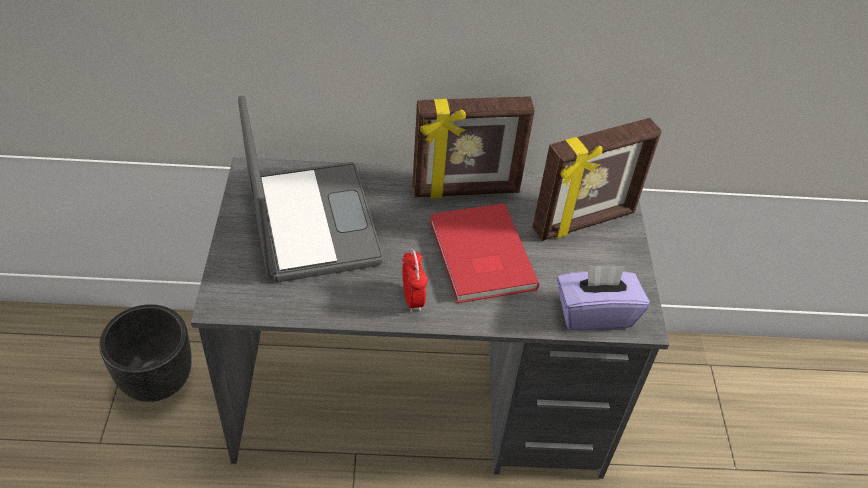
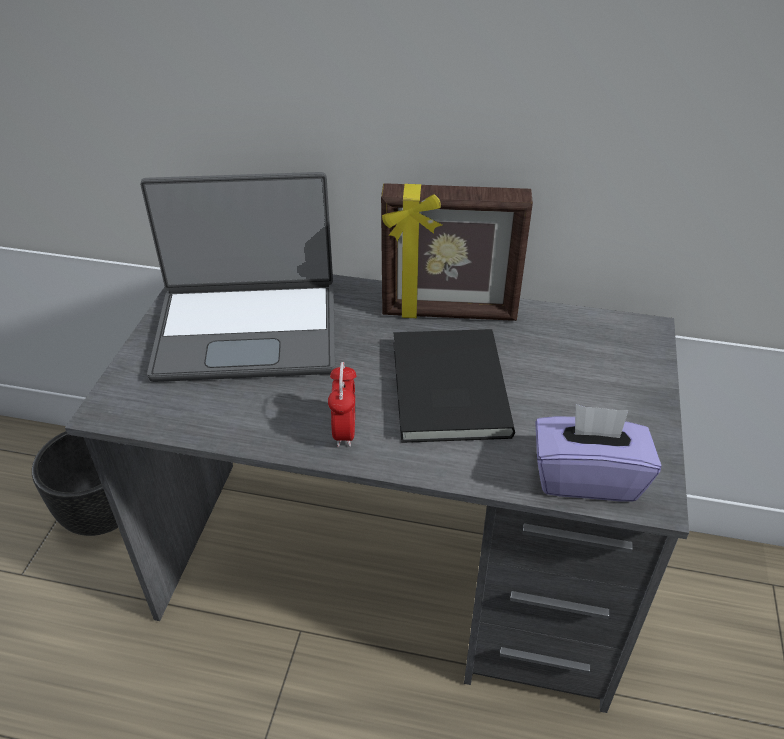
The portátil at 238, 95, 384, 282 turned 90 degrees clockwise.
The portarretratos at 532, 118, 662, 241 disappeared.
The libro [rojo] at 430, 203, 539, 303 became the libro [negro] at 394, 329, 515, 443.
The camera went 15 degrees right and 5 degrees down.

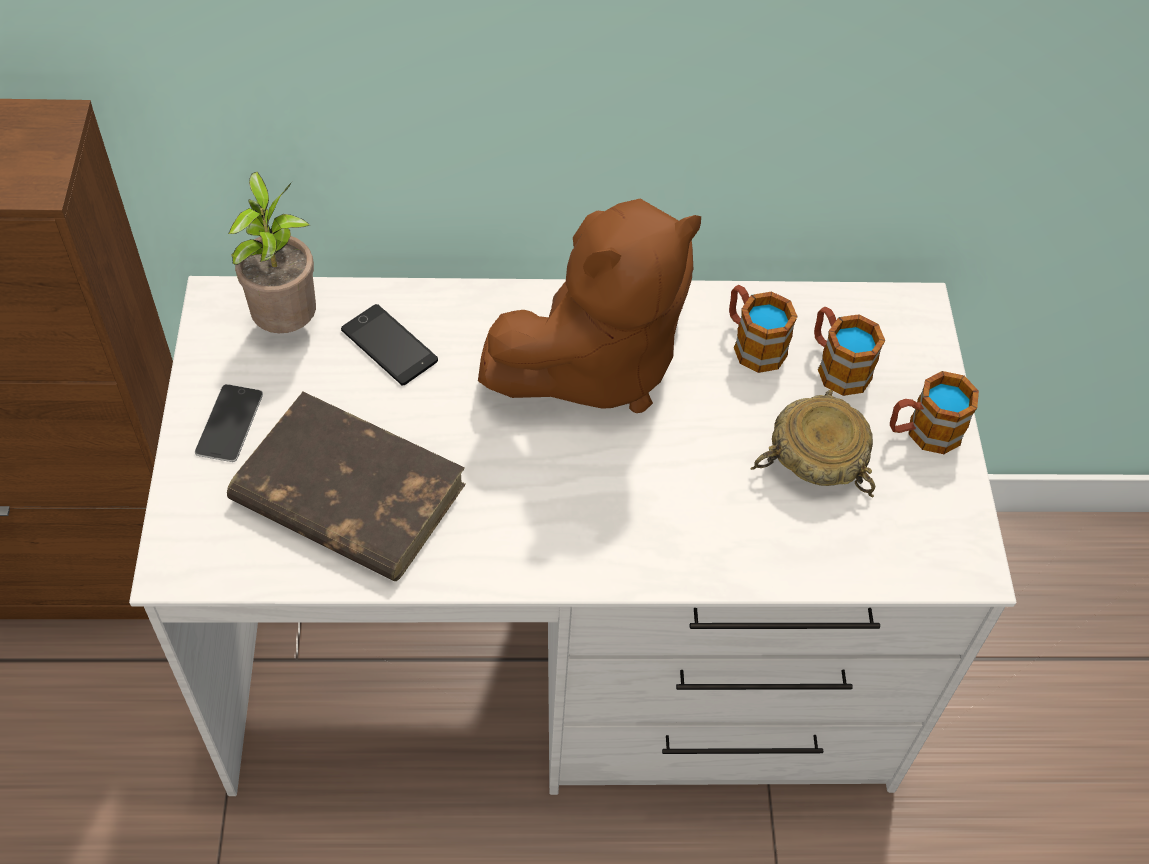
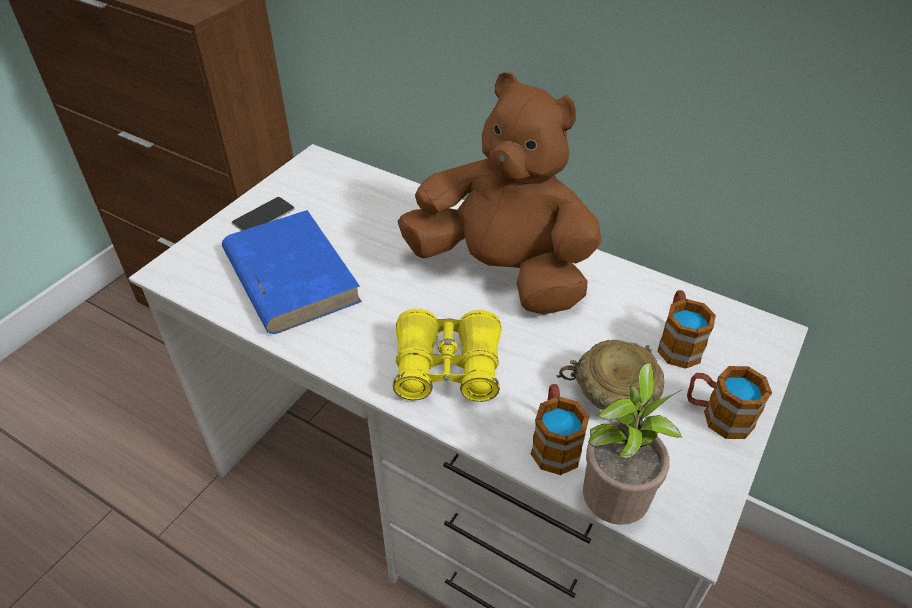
The planta en maceta moved from 228, 172, 316, 333 to 583, 363, 682, 525.
The peluche [marrón] at 478, 199, 701, 413 turned 150 degrees counterclockwise.
The taza grande moved from 729, 285, 798, 373 to 531, 384, 590, 475.
The móvil at 341, 304, 438, 386 disappeared.
The libro [marrón] at 227, 392, 466, 581 became the libro [azul] at 222, 210, 362, 334.
The prismáticos [amarillo] at 393, 309, 502, 402 appeared.
The camera went 35 degrees right and 10 degrees down.

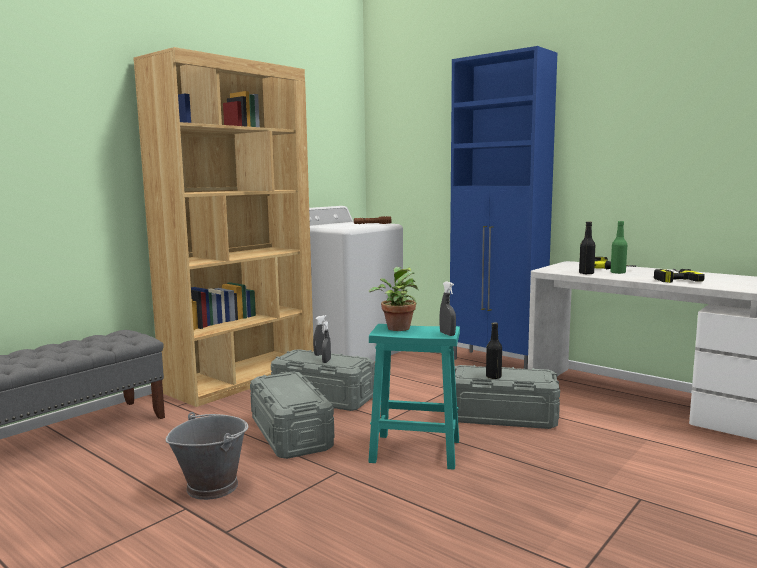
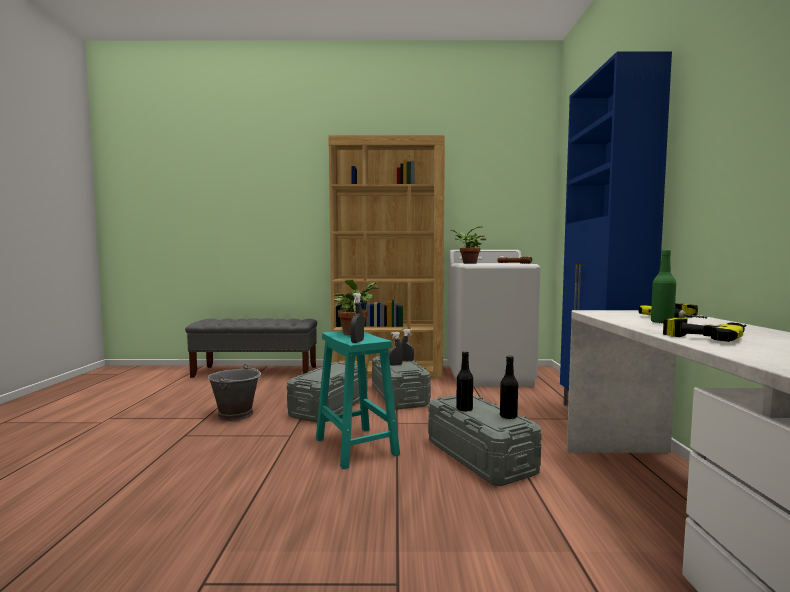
The botella [negro] moved from 579, 221, 596, 274 to 500, 356, 518, 419.
The planta en maceta at 451, 226, 486, 264 appeared.
The camera went 50 degrees right and 5 degrees down.

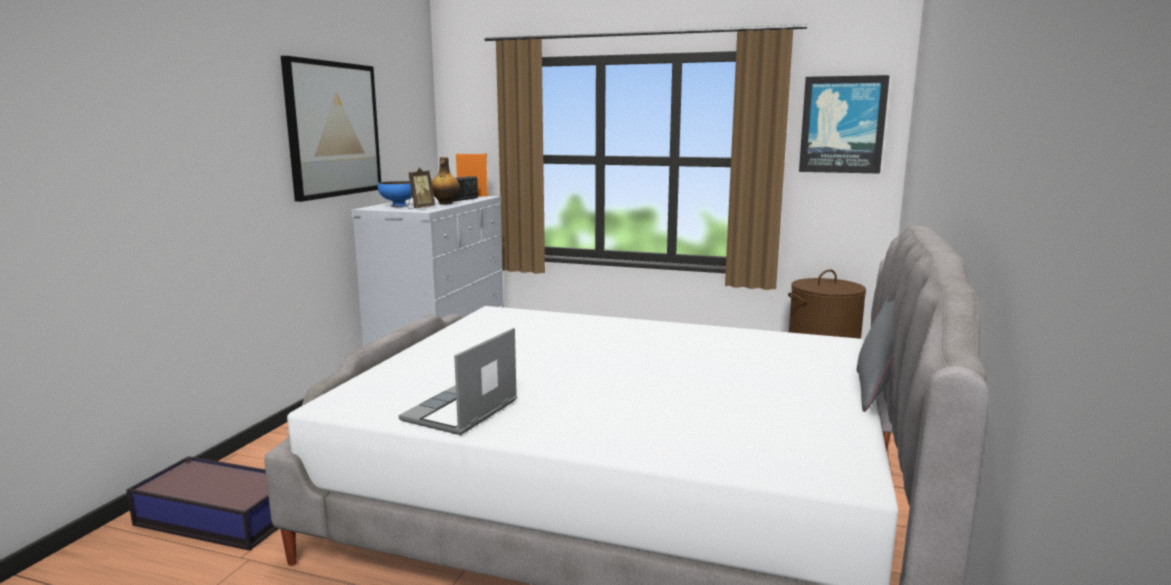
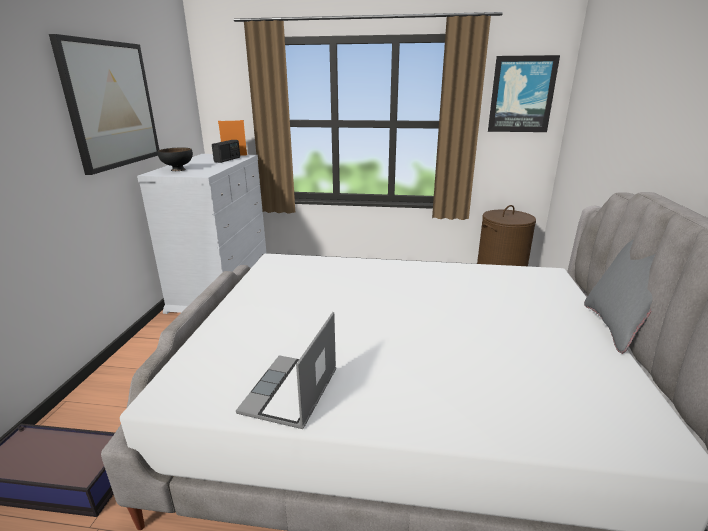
The botella at 432, 157, 460, 205 disappeared.
The portarretratos at 408, 168, 435, 209 disappeared.
The cuenco [azul] at 378, 181, 413, 207 became the cuenco [negro] at 158, 147, 193, 171.
The camera went 10 degrees left and 10 degrees up.

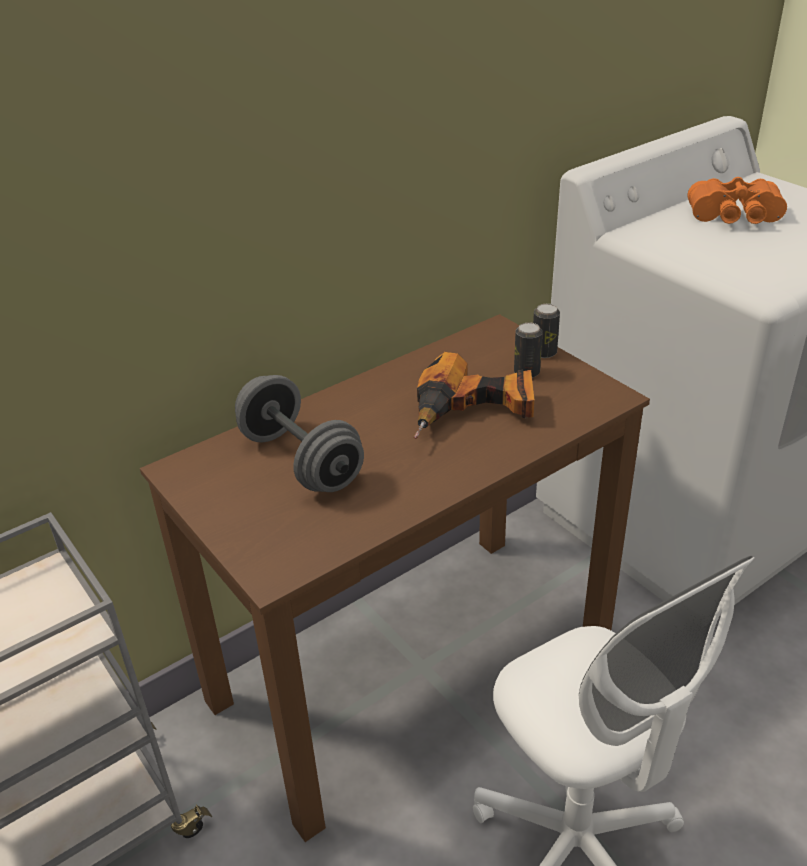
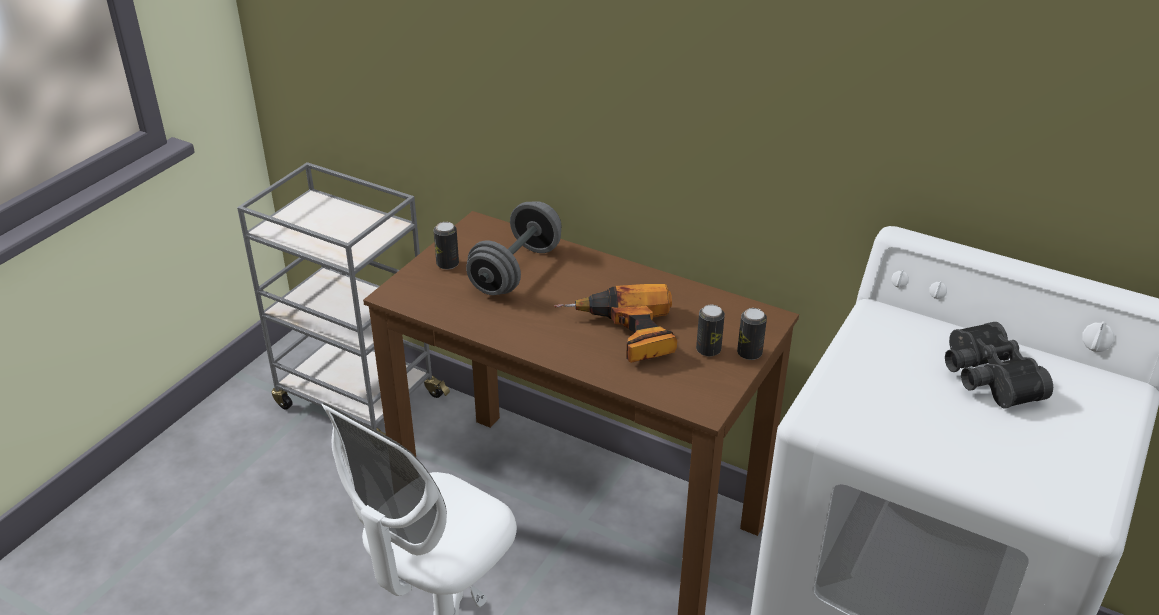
The prismáticos [naranja] at 688, 177, 787, 224 became the prismáticos [negro] at 945, 322, 1053, 408.
The lata at 433, 222, 459, 270 appeared.
The camera went 65 degrees right and 0 degrees up.

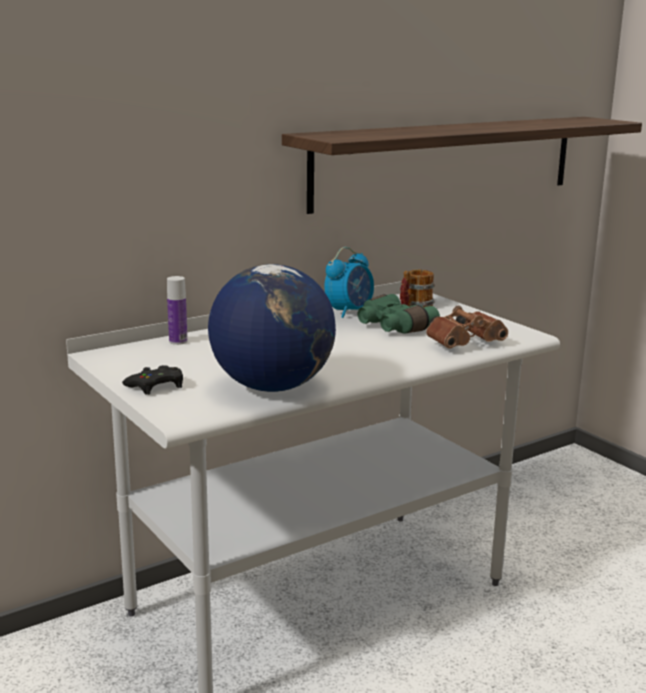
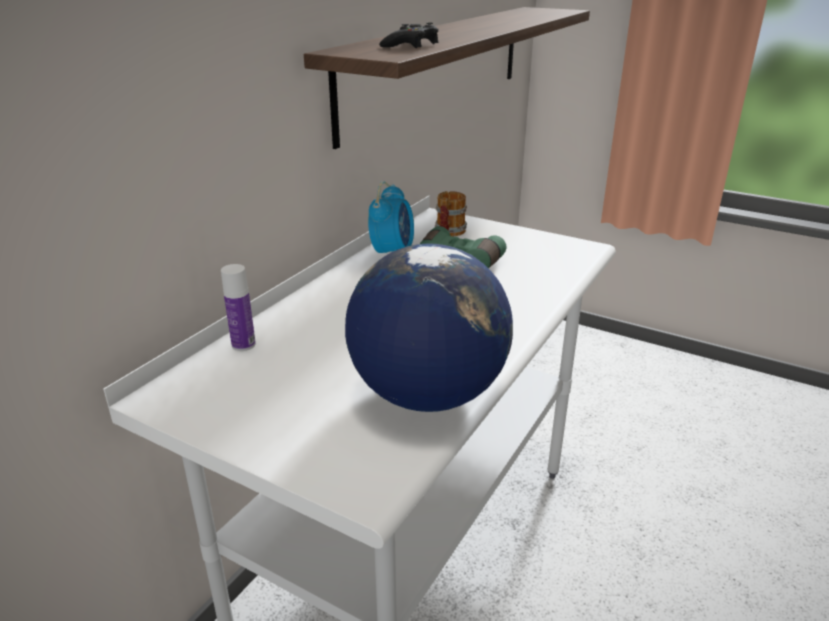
The prismáticos [marrón] at 426, 306, 508, 349 disappeared.
The mando de consola [negro] moved from 122, 365, 183, 395 to 379, 22, 438, 48.
The camera went 25 degrees left and 10 degrees up.

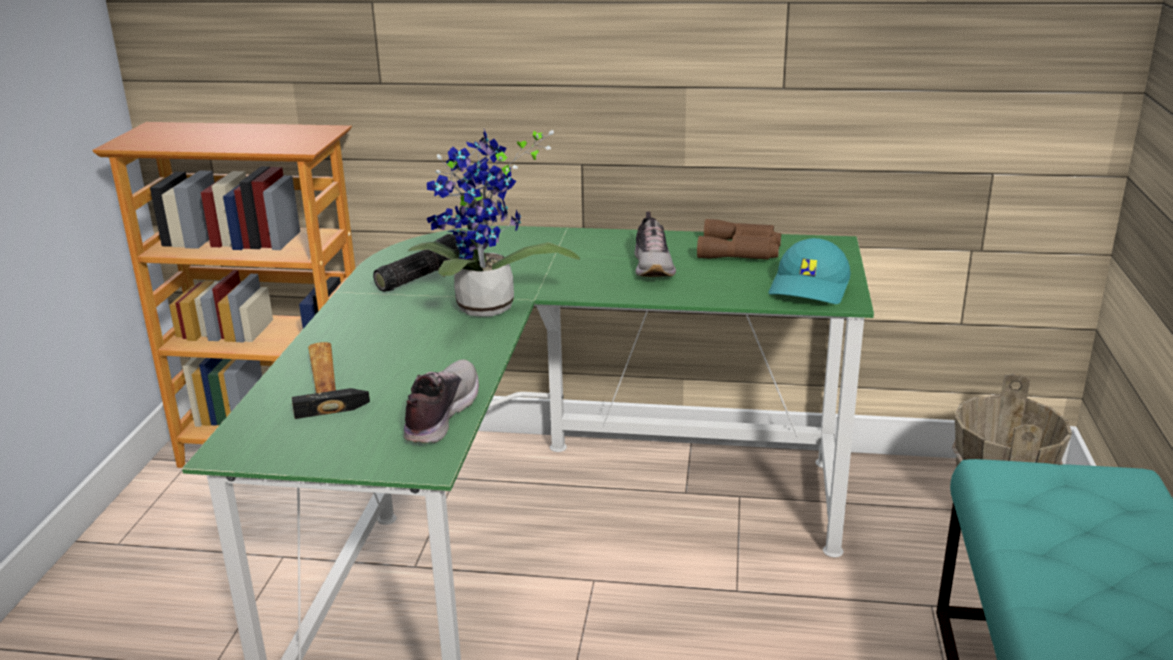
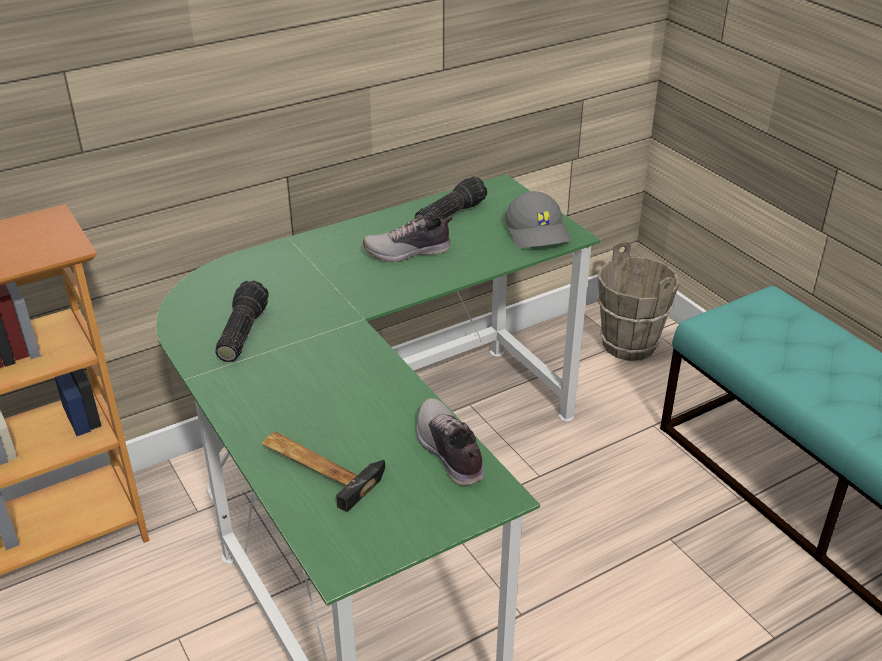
The planta en maceta at 408, 130, 580, 317 disappeared.
The zapato at 634, 211, 676, 277 turned 120 degrees clockwise.
The prismáticos [marrón] at 697, 219, 781, 260 was replaced by the linterna at 415, 176, 487, 220.
The gorra [turquesa] at 768, 238, 851, 304 became the gorra [gris] at 505, 191, 571, 248.
The camera went 40 degrees left and 10 degrees up.

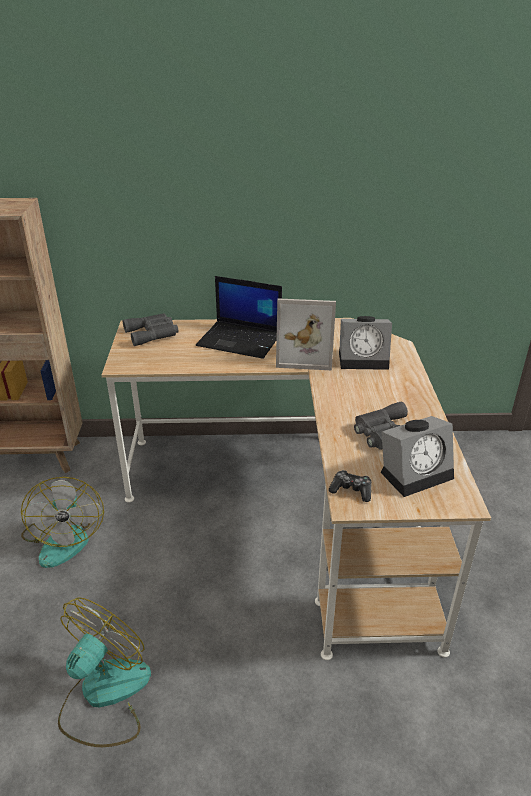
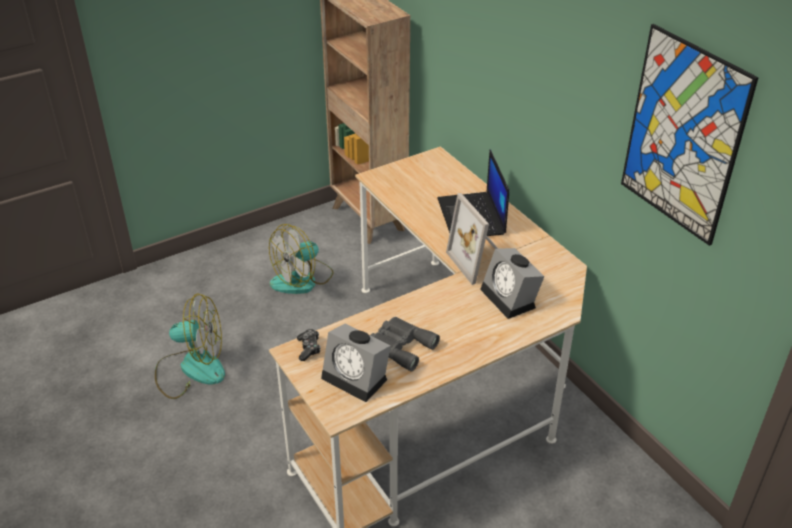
The prismáticos [gris] at 123, 313, 179, 346 disappeared.
The cuadro at 621, 24, 759, 246 appeared.
The camera went 60 degrees right and 5 degrees up.

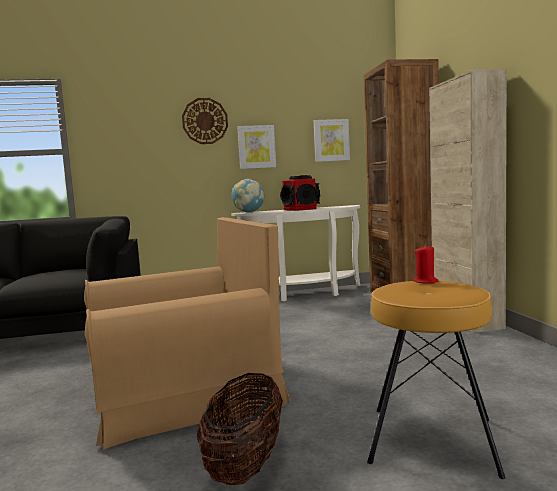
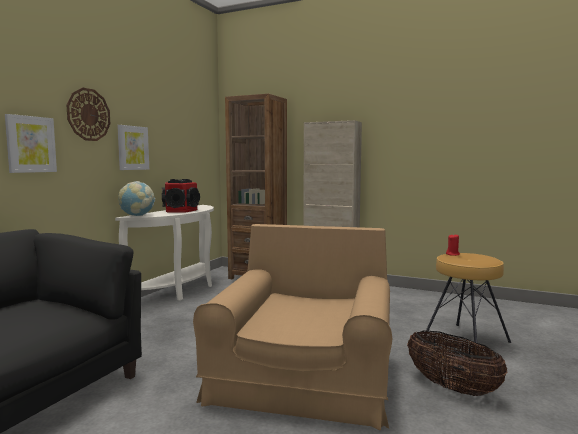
The cuadro moved from 314, 119, 350, 162 to 5, 114, 57, 173.
The camera went 55 degrees left and 0 degrees up.

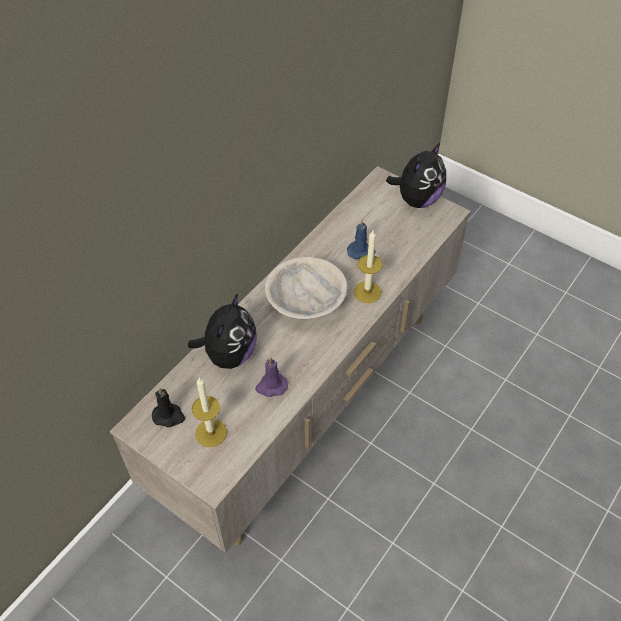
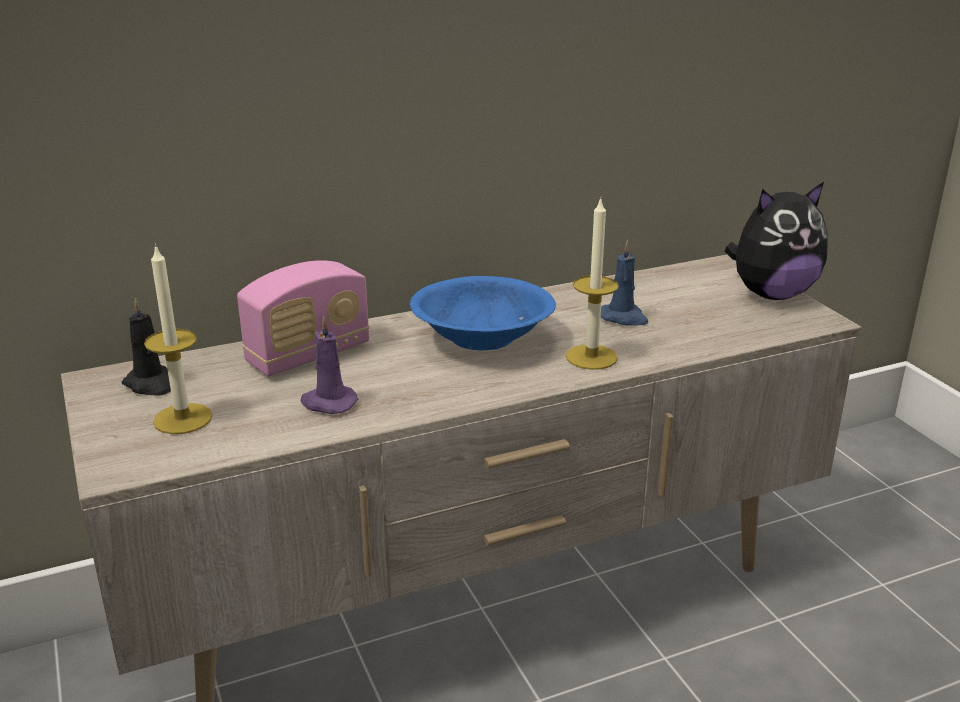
The cuenco [beis] at 265, 257, 347, 319 became the cuenco [azul] at 410, 276, 556, 350.
The peluche at 188, 293, 257, 369 was replaced by the radio at 237, 260, 370, 377.
The camera went 30 degrees right and 25 degrees down.

